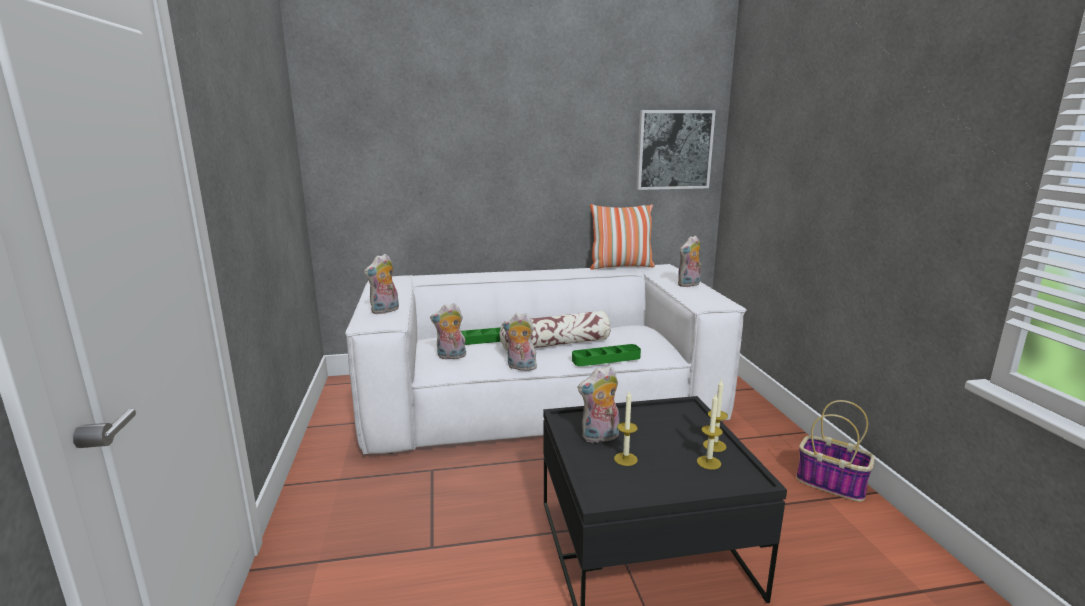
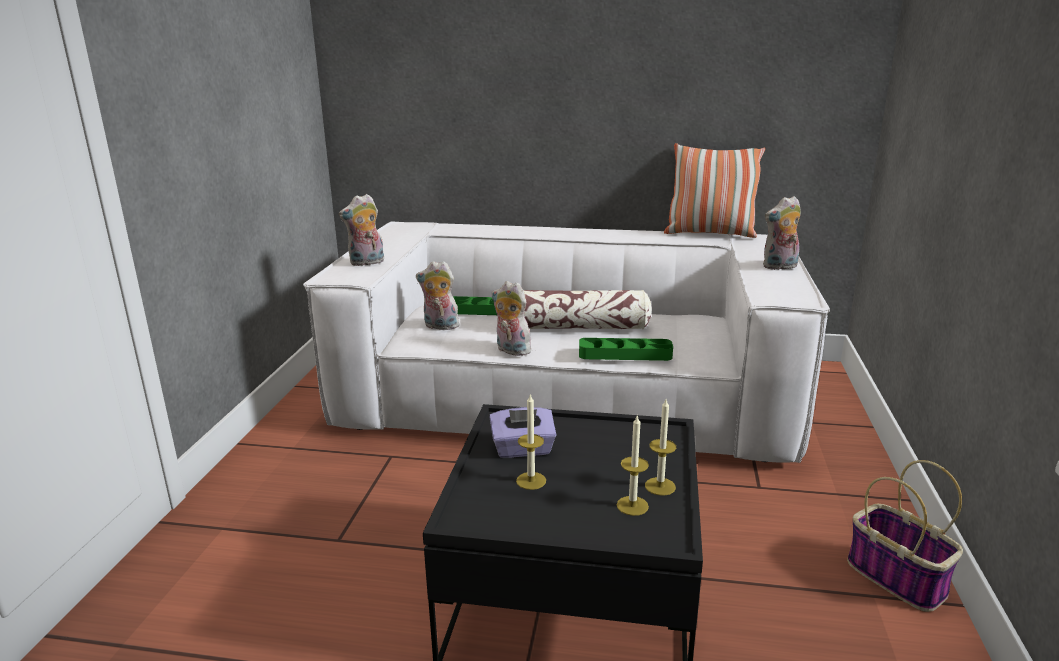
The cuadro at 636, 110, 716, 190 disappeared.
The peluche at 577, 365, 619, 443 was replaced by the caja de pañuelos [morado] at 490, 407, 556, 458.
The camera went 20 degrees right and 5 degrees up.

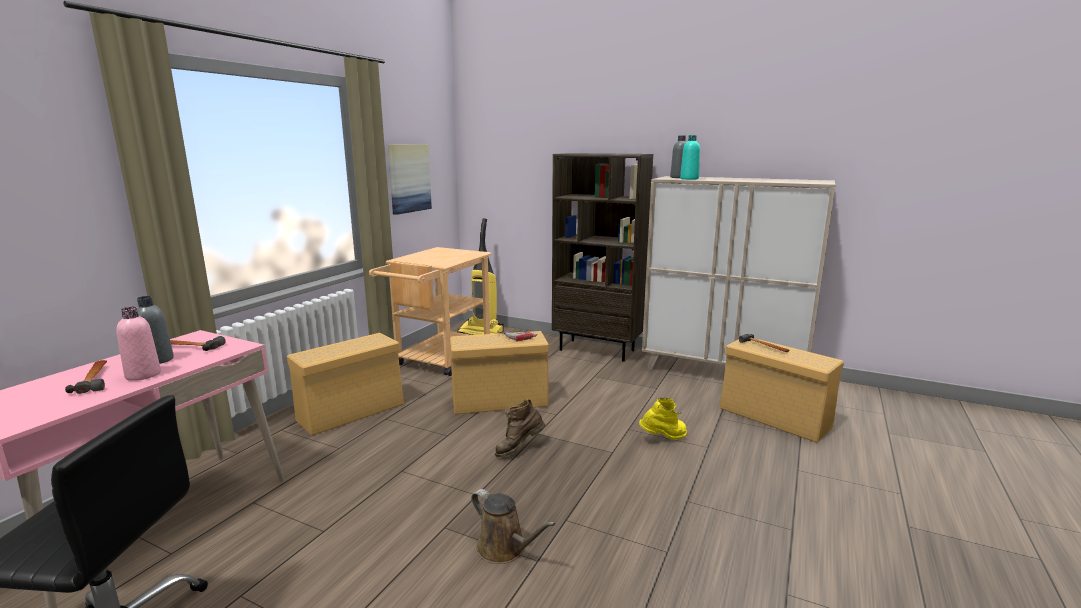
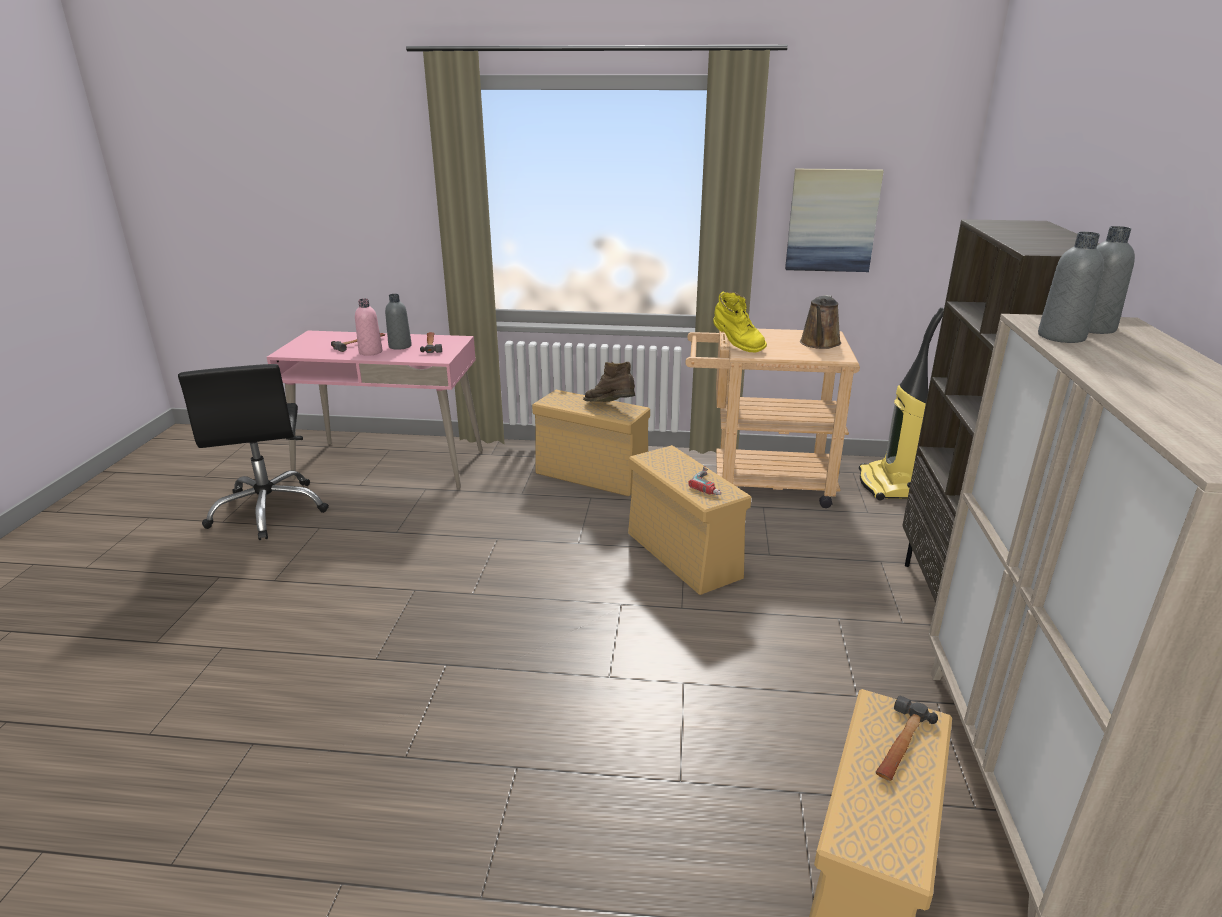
The botella [turquesa] at 680, 135, 700, 180 became the botella [gris] at 1038, 232, 1104, 343.
The bota [amarillo] moved from 639, 398, 687, 440 to 713, 291, 767, 353.
The bota [marrón] moved from 495, 399, 545, 457 to 583, 362, 635, 402.
The regadera [marrón] moved from 471, 489, 555, 564 to 800, 295, 841, 349.
The camera went 70 degrees right and 10 degrees up.

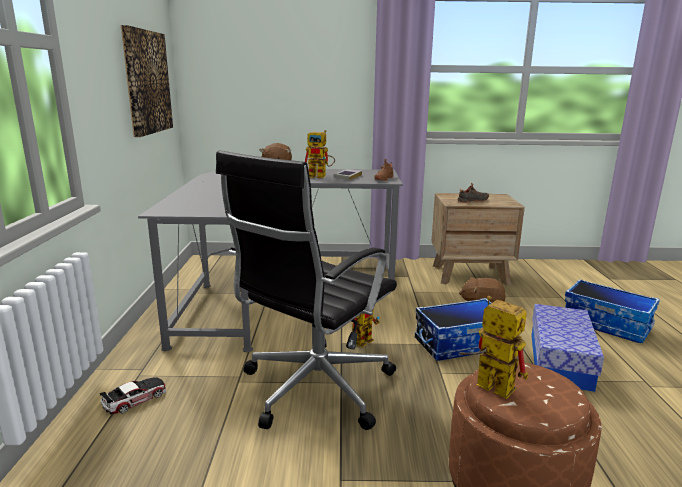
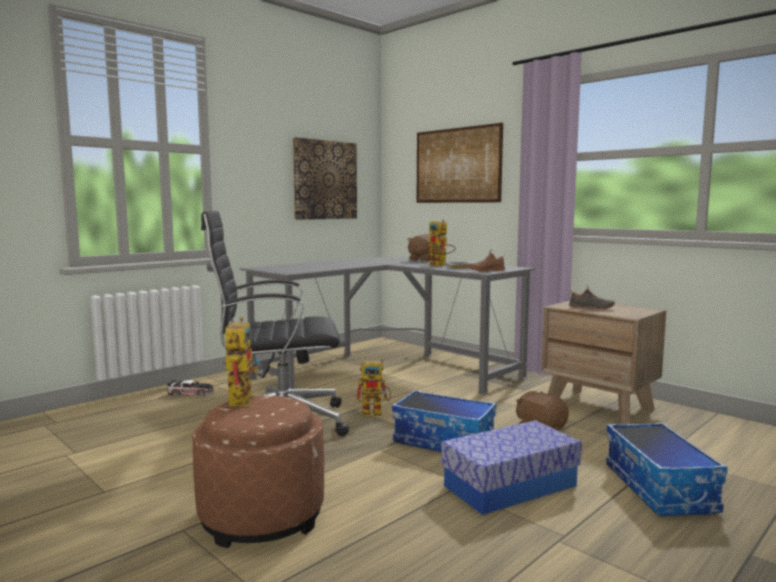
The cuadro at 416, 123, 503, 203 appeared.
The camera went 45 degrees right and 10 degrees down.

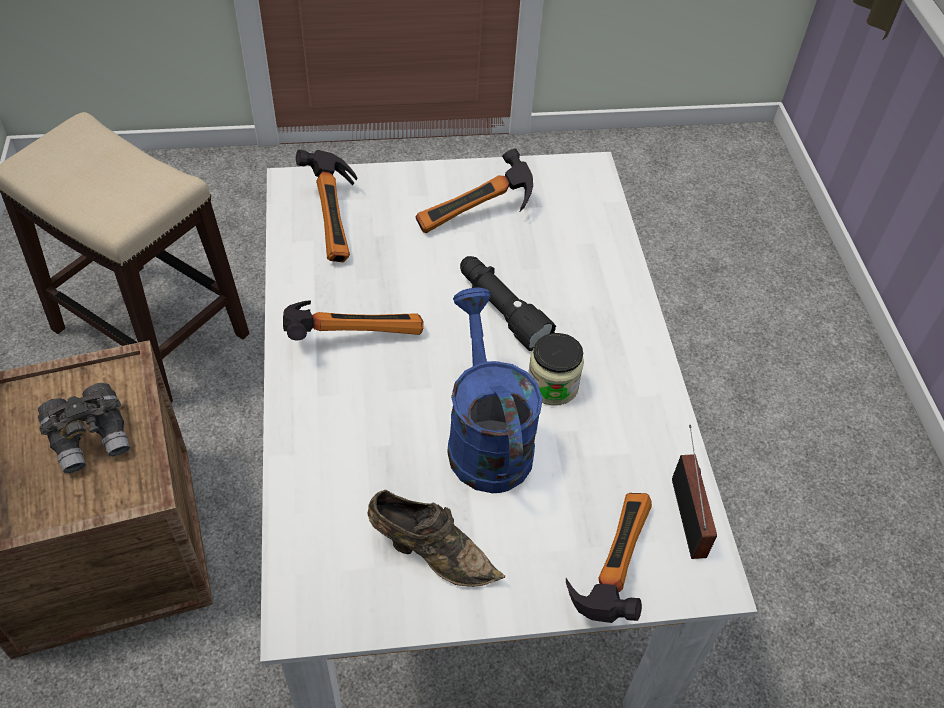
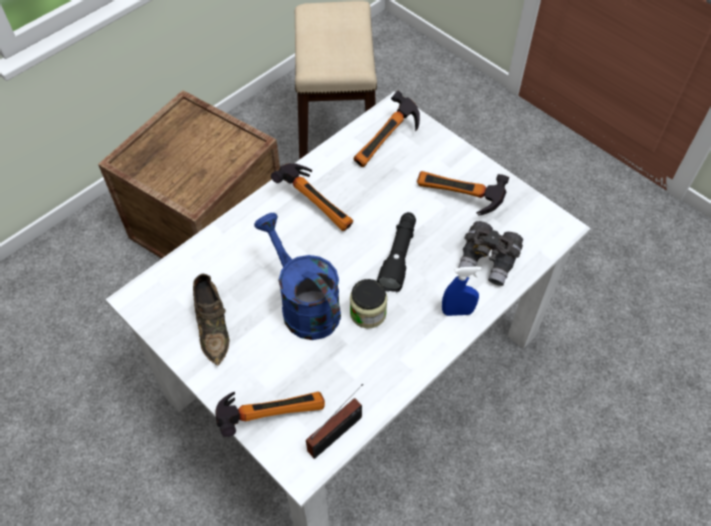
The regadera [azul] at 447, 288, 543, 493 turned 75 degrees counterclockwise.
The prismáticos [gris] moved from 38, 383, 130, 473 to 458, 221, 523, 286.
The pulverizador [azul] at 442, 266, 482, 316 appeared.
The camera went 55 degrees right and 5 degrees up.

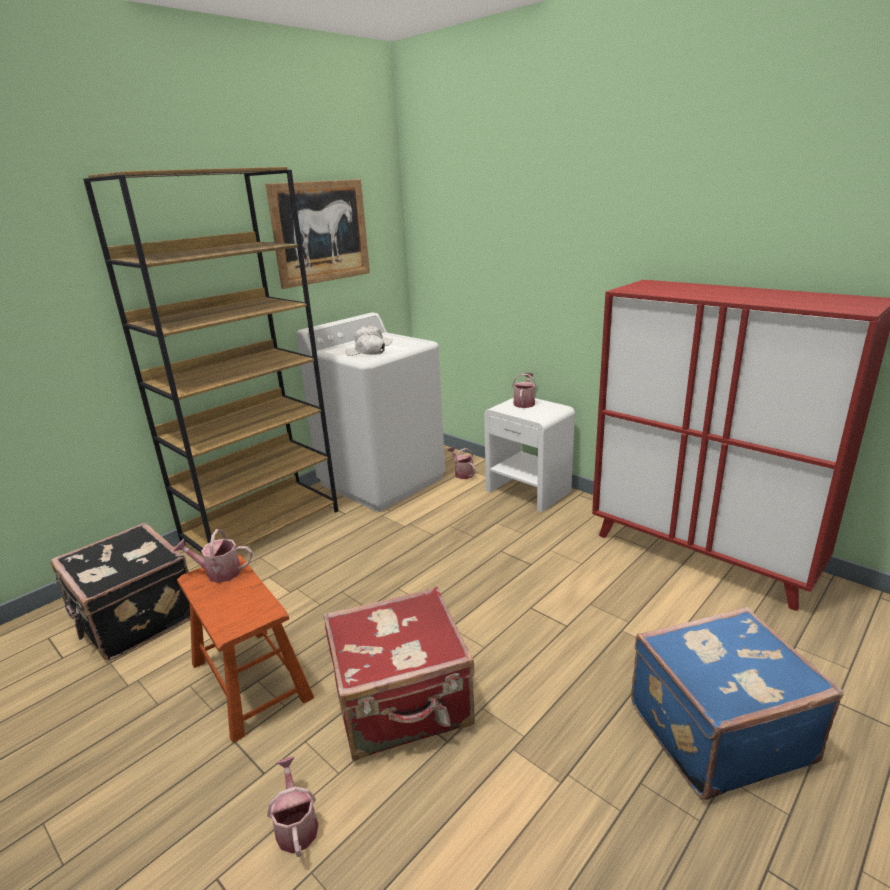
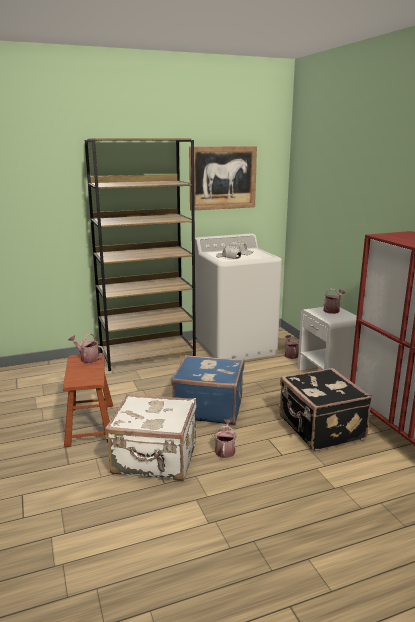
The maleta [negro] moved from 51, 523, 190, 660 to 280, 368, 372, 451.
The maleta [rojo] at 323, 586, 475, 760 became the maleta [blanco] at 105, 394, 196, 481.
The maleta [azul] moved from 631, 607, 844, 800 to 171, 355, 244, 425.
The regadera moved from 267, 756, 318, 857 to 214, 420, 237, 458.
The camera went 25 degrees right and 5 degrees down.

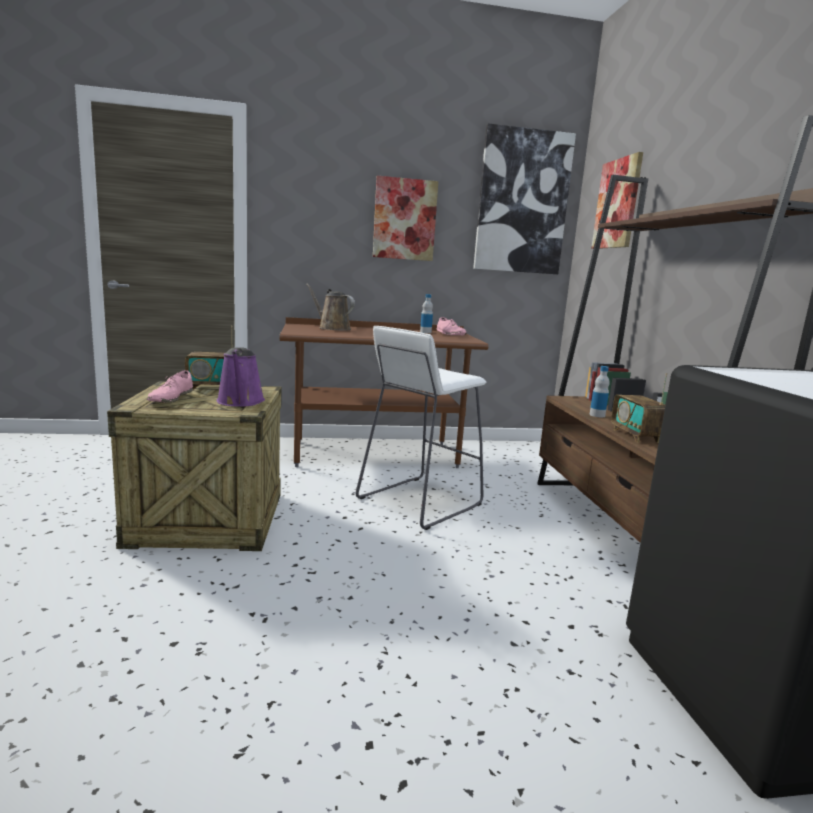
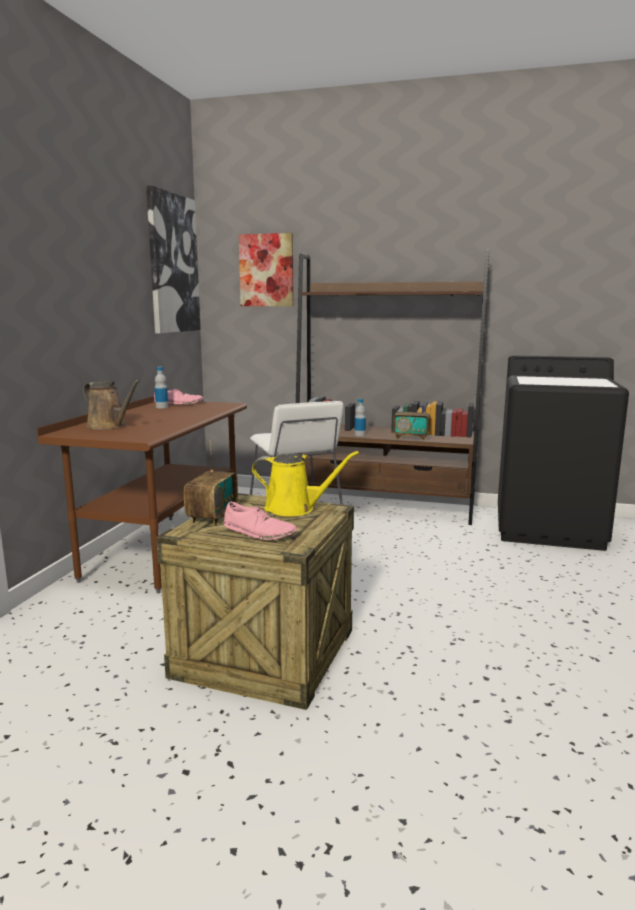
The cuadro at 373, 176, 438, 261 disappeared.
The regadera [marrón] at 306, 284, 355, 331 turned 120 degrees counterclockwise.
The regadera [morado] at 216, 347, 265, 407 became the regadera [amarillo] at 252, 451, 359, 517.
The camera went 65 degrees left and 0 degrees up.

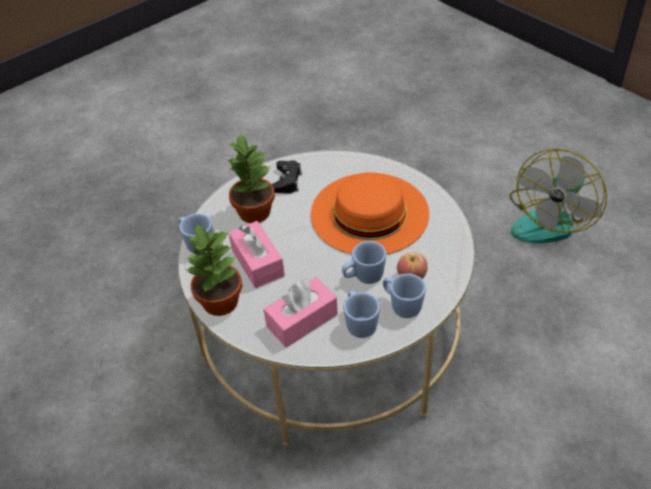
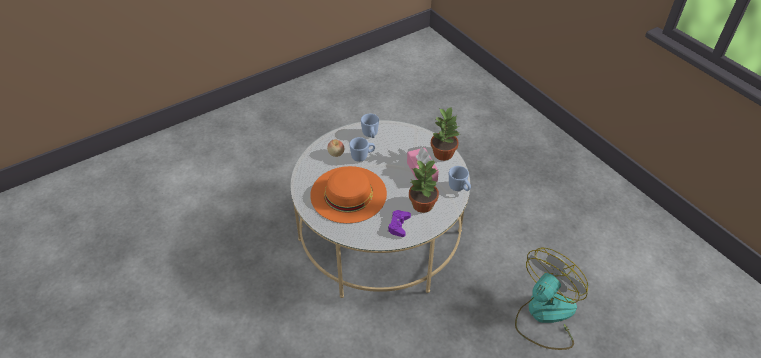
The ventilador moved from 509, 149, 607, 243 to 515, 248, 588, 350.
The mando de consola [negro] at 272, 160, 302, 194 became the mando de consola [morado] at 388, 210, 411, 237.
The taza grande [azul] at 383, 273, 426, 318 disappeared.
The caja de pañuelos [rosa] at 264, 277, 338, 348 disappeared.
The camera went 175 degrees left and 0 degrees up.

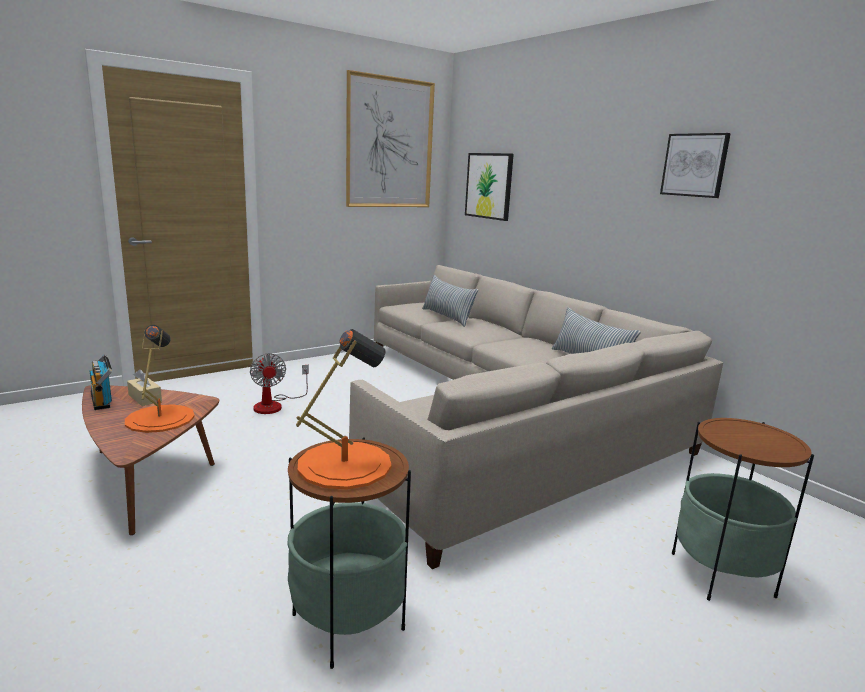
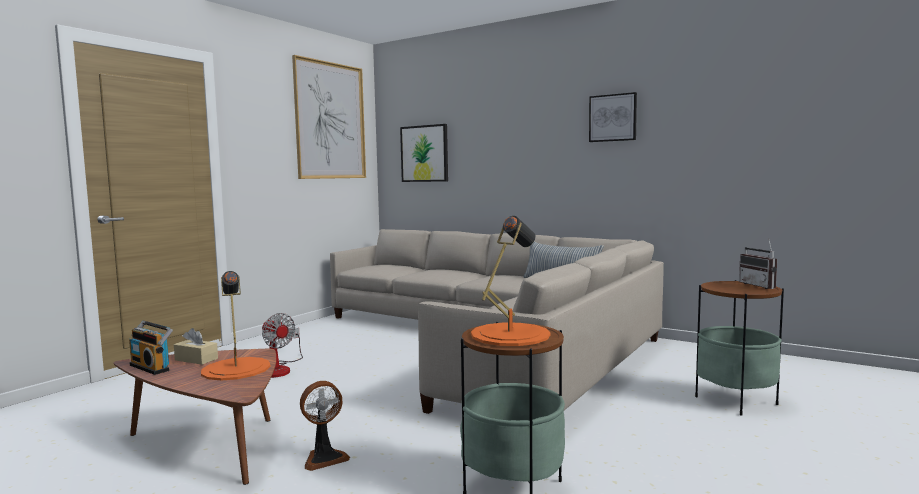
The cojín at 422, 275, 478, 327 disappeared.
The radio at 739, 238, 777, 289 appeared.
The ventilador at 300, 381, 350, 471 appeared.
The camera went 20 degrees left and 10 degrees down.

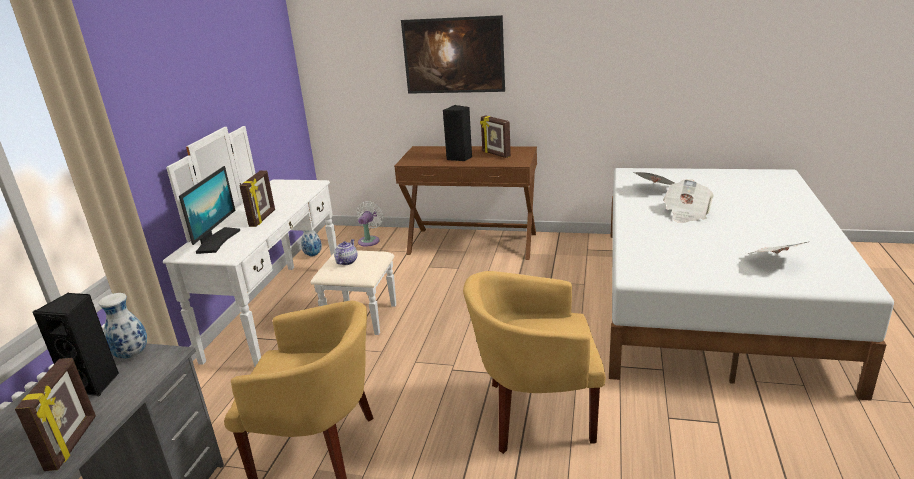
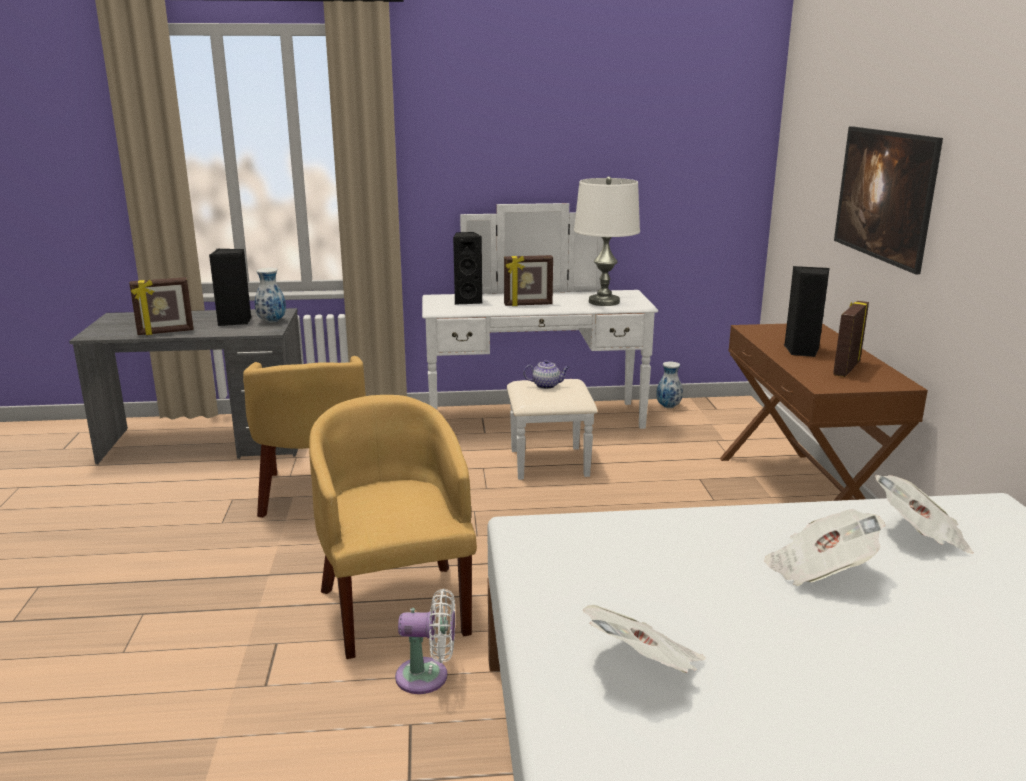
The monitor at 179, 166, 240, 254 was replaced by the altavoz [negro] at 453, 232, 483, 305.
The ventilador [blanco] moved from 357, 201, 384, 247 to 395, 589, 455, 694.
The lámpara de mesa [blanco] at 574, 176, 640, 306 appeared.
The camera went 70 degrees right and 5 degrees down.

